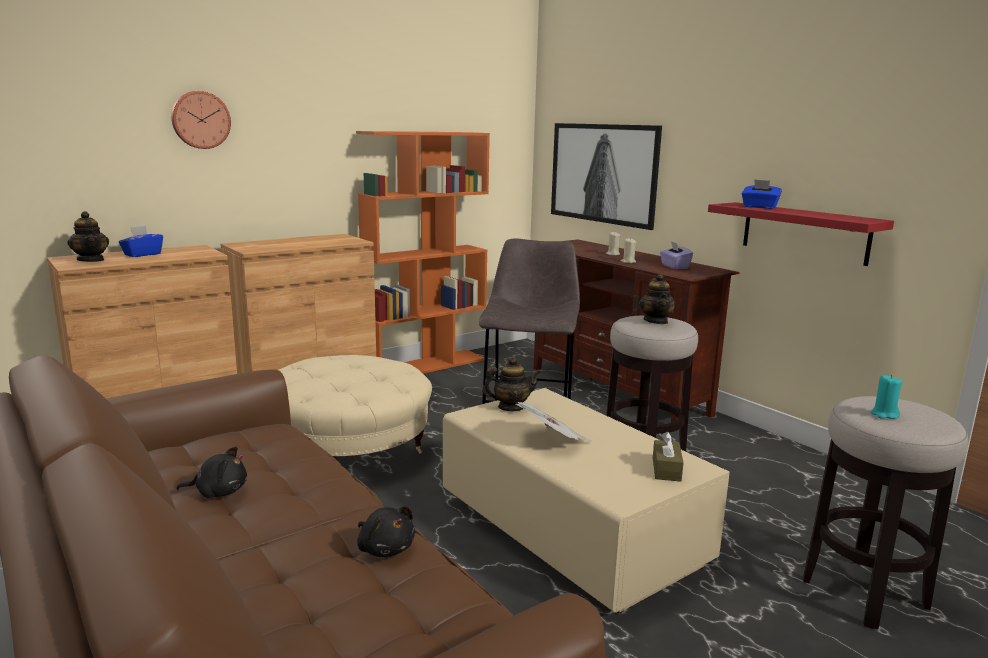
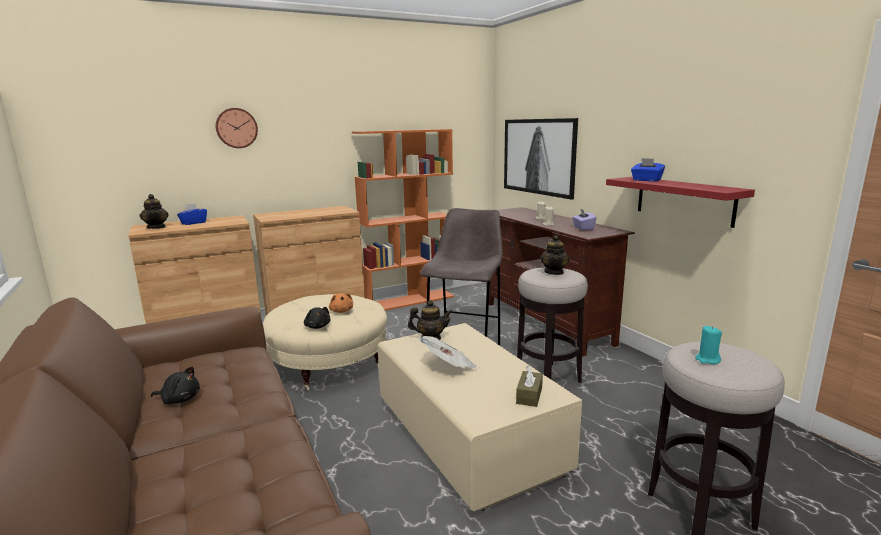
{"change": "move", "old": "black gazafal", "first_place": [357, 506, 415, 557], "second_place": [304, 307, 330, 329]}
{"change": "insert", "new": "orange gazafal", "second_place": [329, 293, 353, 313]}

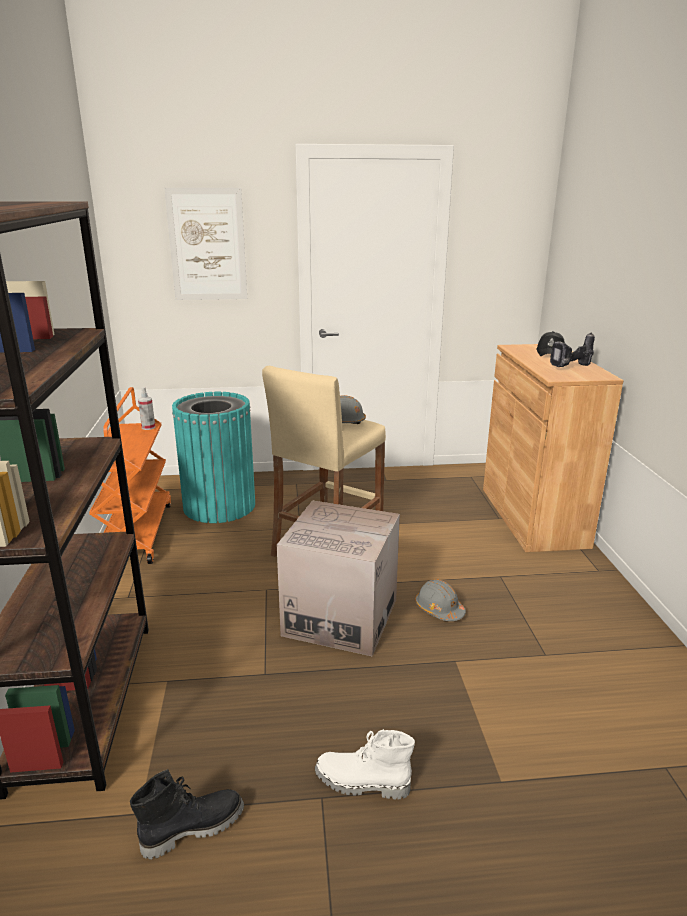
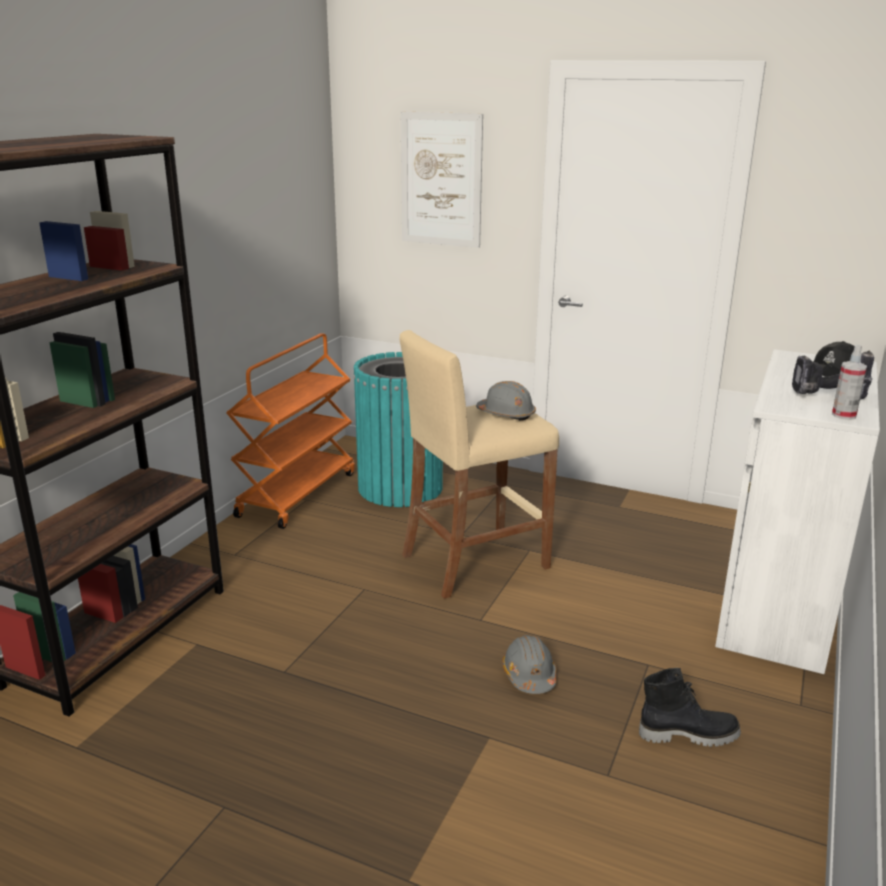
{"change": "recolor", "old": "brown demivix", "new": "white demivix", "first_place": [483, 344, 623, 552], "second_place": [715, 349, 880, 674]}
{"change": "move", "old": "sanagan", "first_place": [138, 387, 155, 430], "second_place": [832, 344, 867, 420]}
{"change": "delete", "old": "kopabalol", "first_place": [277, 500, 400, 656]}
{"change": "delete", "old": "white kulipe", "first_place": [315, 729, 415, 800]}
{"change": "move", "old": "black kulipe", "first_place": [130, 769, 244, 860], "second_place": [639, 668, 741, 747]}

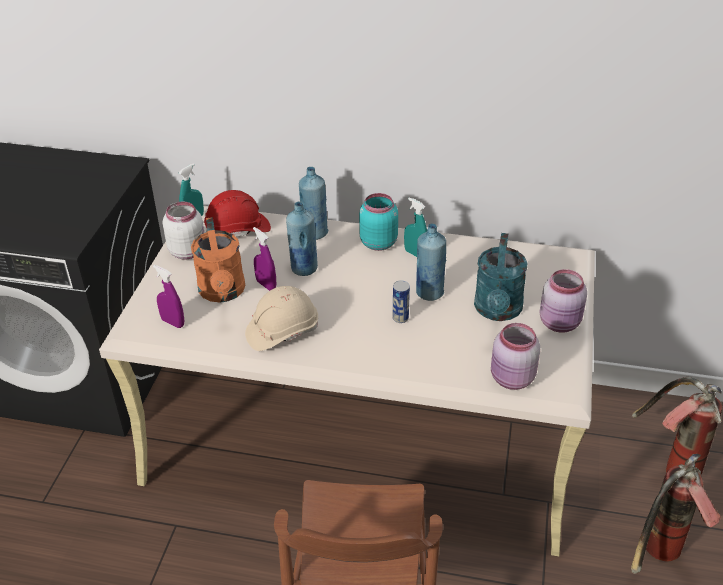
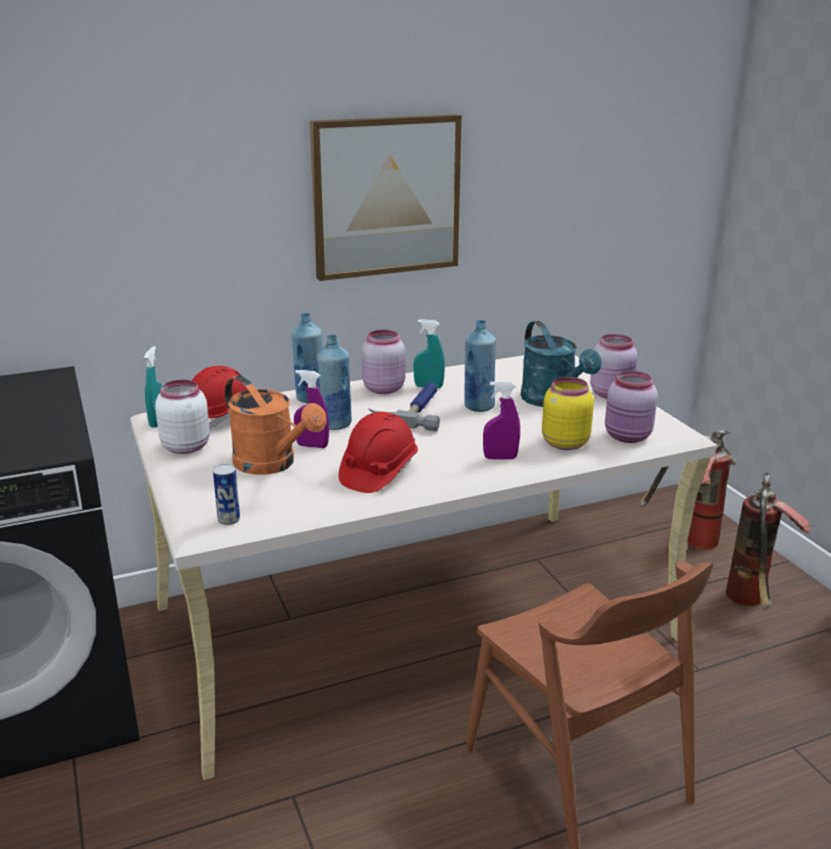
{"change": "recolor", "old": "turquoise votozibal", "new": "pink votozibal", "first_place": [359, 193, 398, 251], "second_place": [362, 330, 405, 394]}
{"change": "move", "old": "purple sanagan", "first_place": [153, 265, 184, 328], "second_place": [483, 381, 520, 460]}
{"change": "move", "old": "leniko", "first_place": [393, 280, 410, 323], "second_place": [213, 464, 240, 525]}
{"change": "recolor", "old": "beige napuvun", "new": "red napuvun", "first_place": [245, 286, 318, 351], "second_place": [339, 412, 418, 493]}
{"change": "insert", "new": "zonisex", "second_place": [310, 114, 462, 281]}
{"change": "insert", "new": "yellow votozibal", "second_place": [542, 377, 594, 450]}
{"change": "insert", "new": "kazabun", "second_place": [369, 382, 440, 431]}

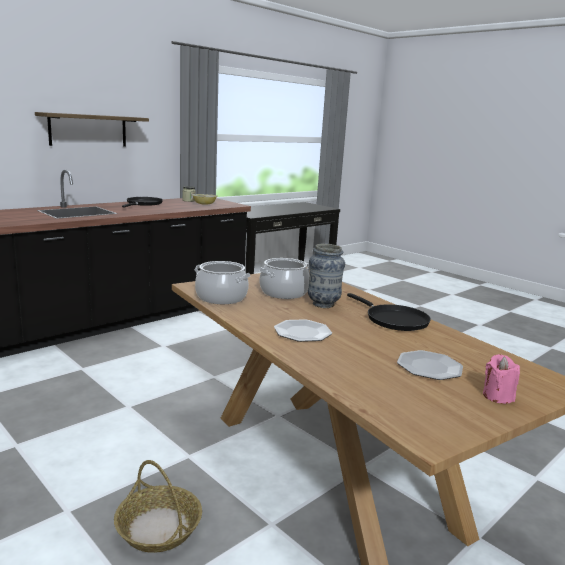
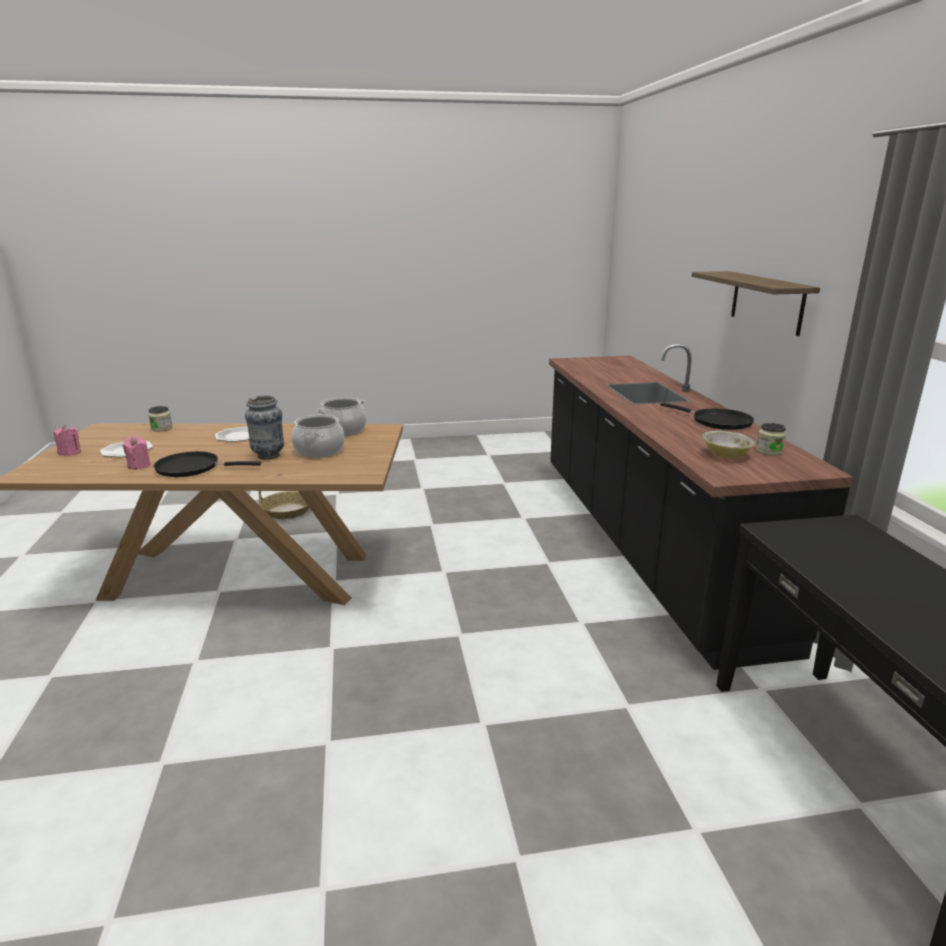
{"change": "insert", "new": "votozibal", "second_place": [148, 406, 173, 432]}
{"change": "insert", "new": "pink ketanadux", "second_place": [122, 436, 151, 470]}

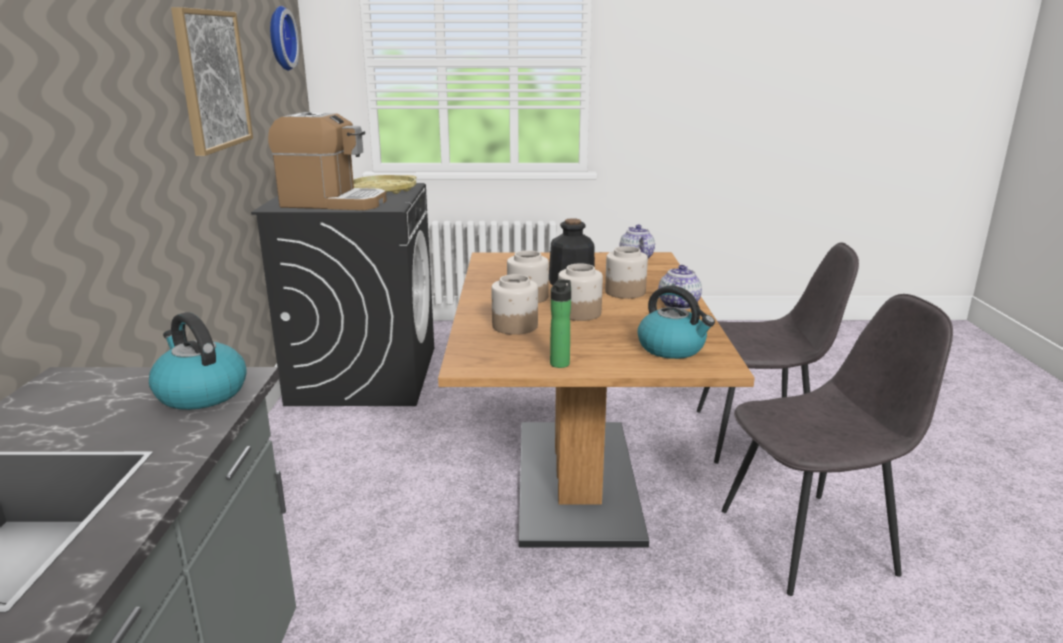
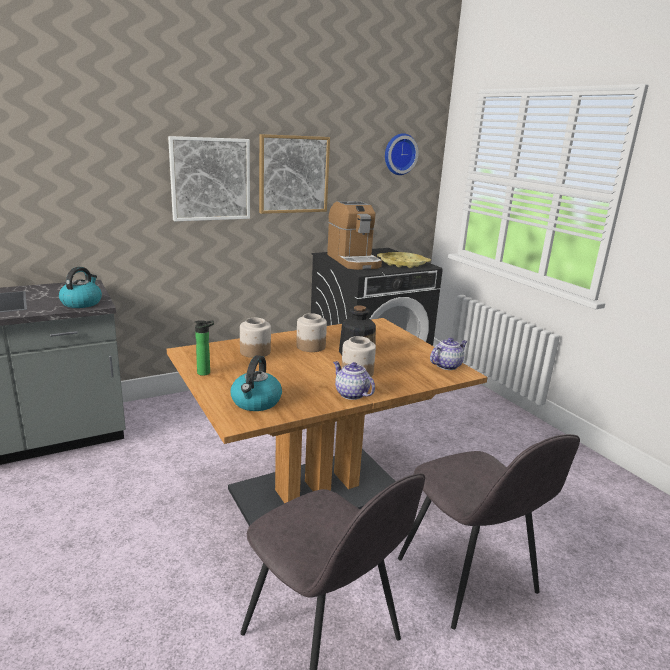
{"change": "delete", "old": "votozibal", "first_place": [558, 264, 603, 321]}
{"change": "rotate", "old": "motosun", "first_place": [658, 265, 702, 309], "second_place": [333, 361, 375, 400], "degrees": -120}
{"change": "insert", "new": "zonisex", "second_place": [168, 136, 250, 221]}

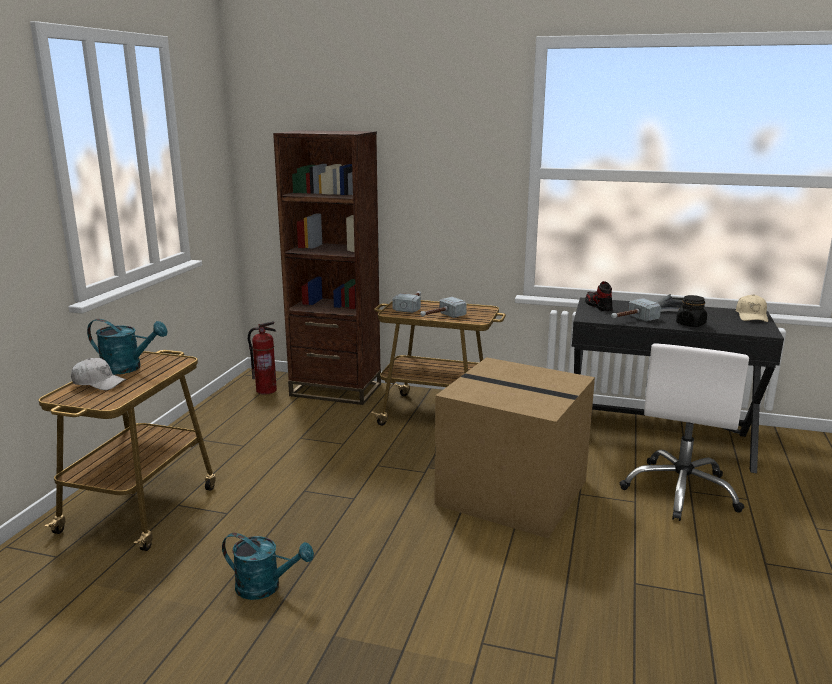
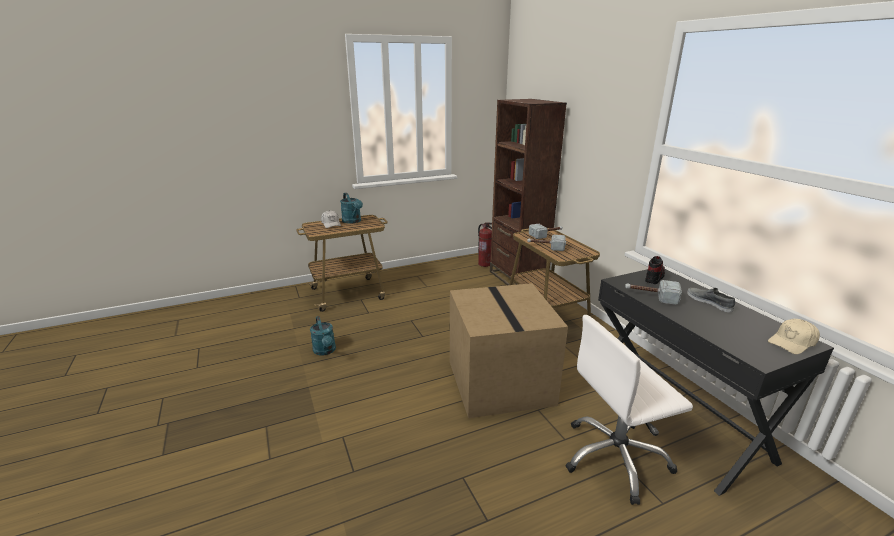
{"change": "delete", "old": "black votozibal", "first_place": [676, 295, 707, 327]}

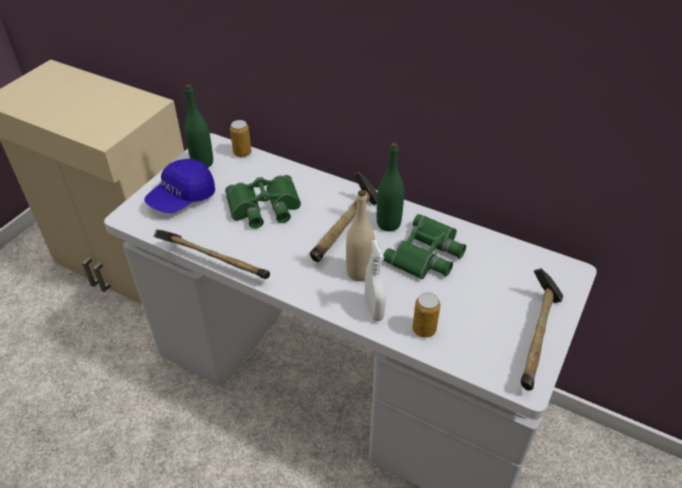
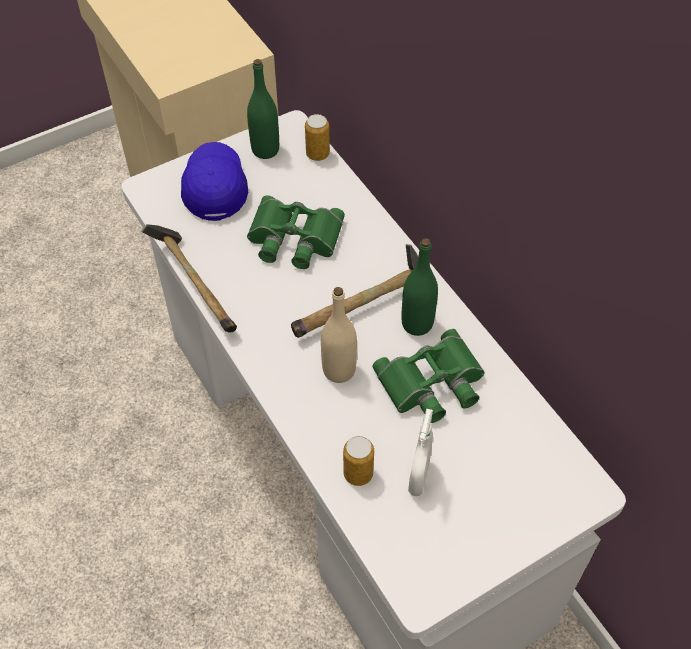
{"change": "rotate", "old": "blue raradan", "first_place": [144, 159, 215, 213], "second_place": [181, 142, 248, 221], "degrees": 105}
{"change": "move", "old": "white sanagan", "first_place": [365, 240, 386, 321], "second_place": [408, 409, 433, 496]}
{"change": "delete", "old": "kazabun", "first_place": [521, 268, 563, 391]}

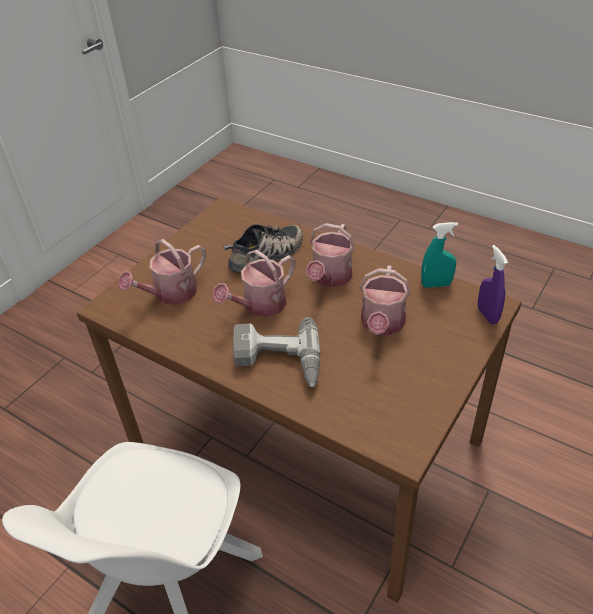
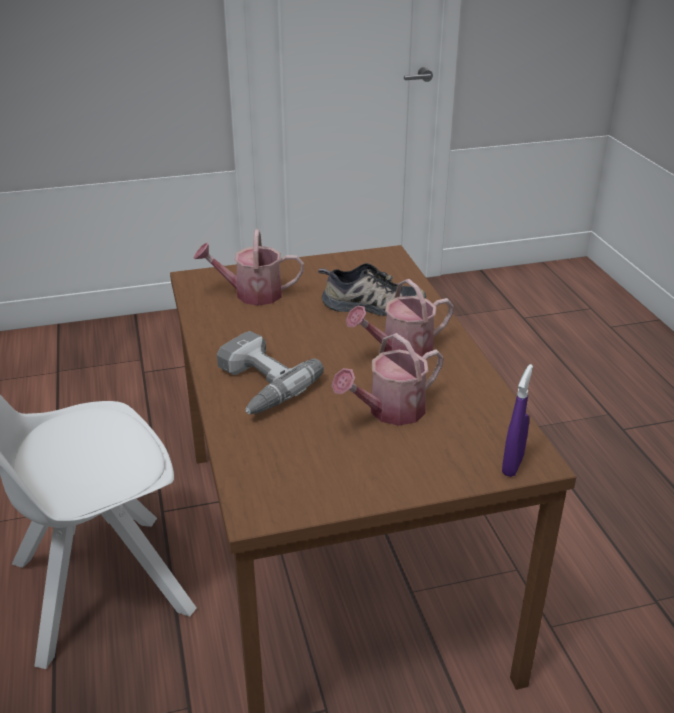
{"change": "delete", "old": "turquoise sanagan", "first_place": [421, 222, 458, 288]}
{"change": "delete", "old": "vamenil", "first_place": [212, 249, 295, 317]}

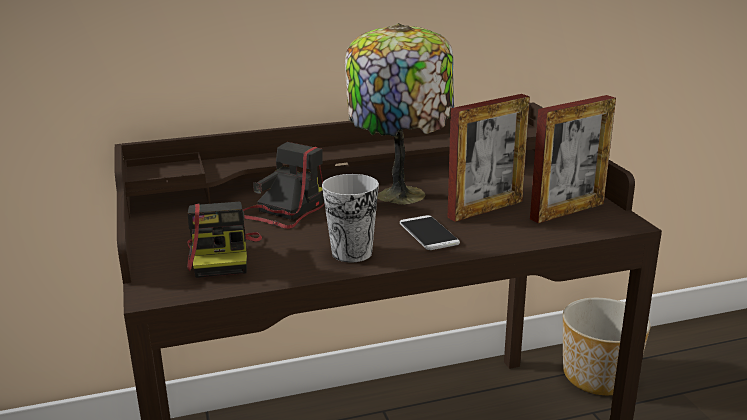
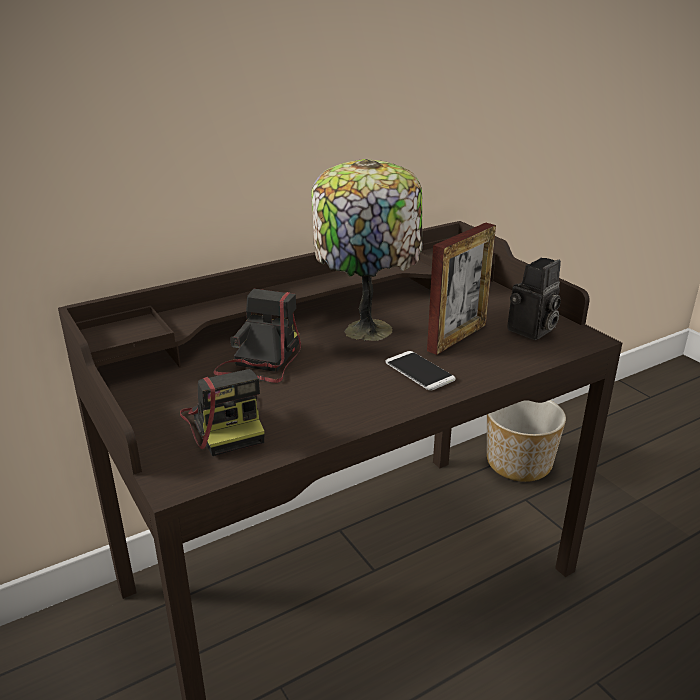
{"change": "replace", "old": "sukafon", "new": "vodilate", "first_place": [530, 95, 616, 223], "second_place": [507, 258, 561, 340]}
{"change": "delete", "old": "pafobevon", "first_place": [322, 174, 379, 262]}

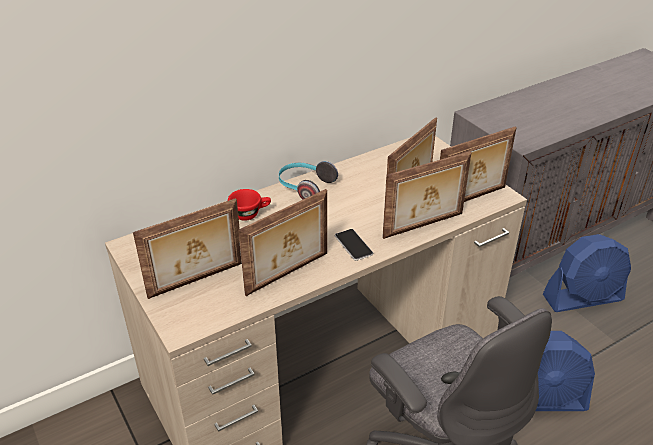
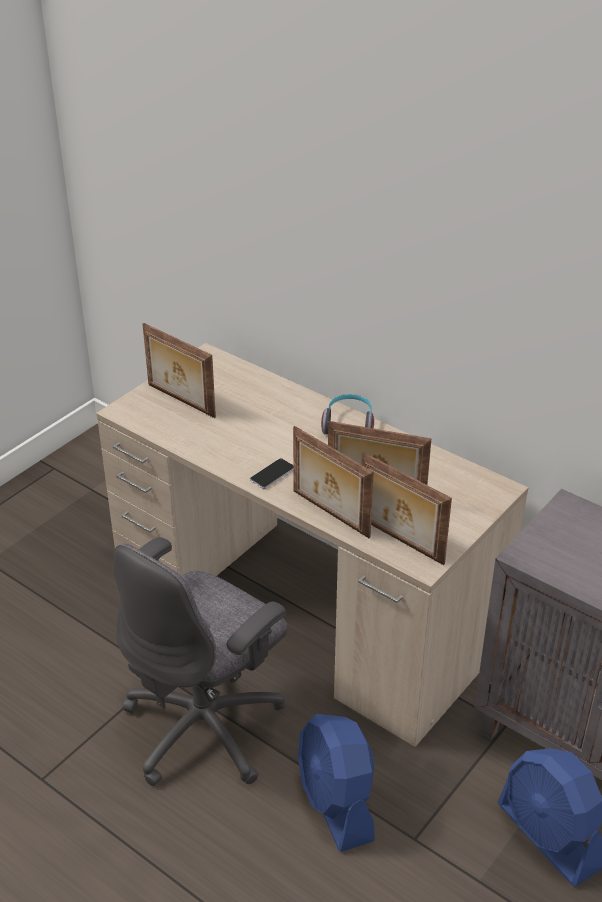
{"change": "delete", "old": "red pafobevon", "first_place": [228, 189, 271, 221]}
{"change": "delete", "old": "sukafon", "first_place": [238, 189, 327, 296]}

